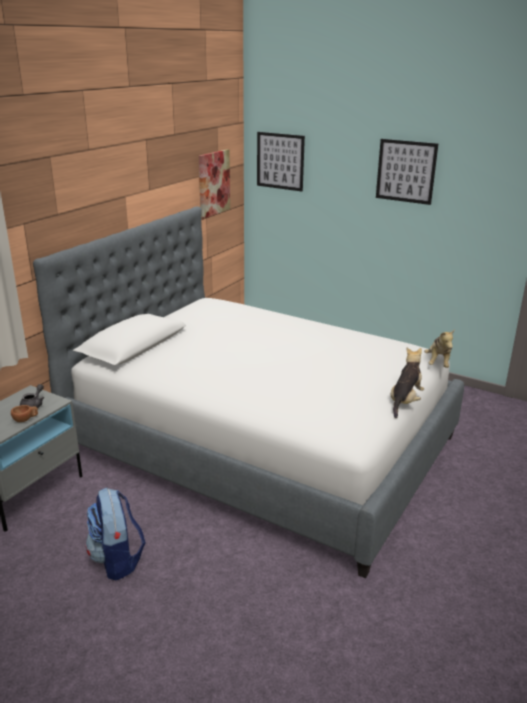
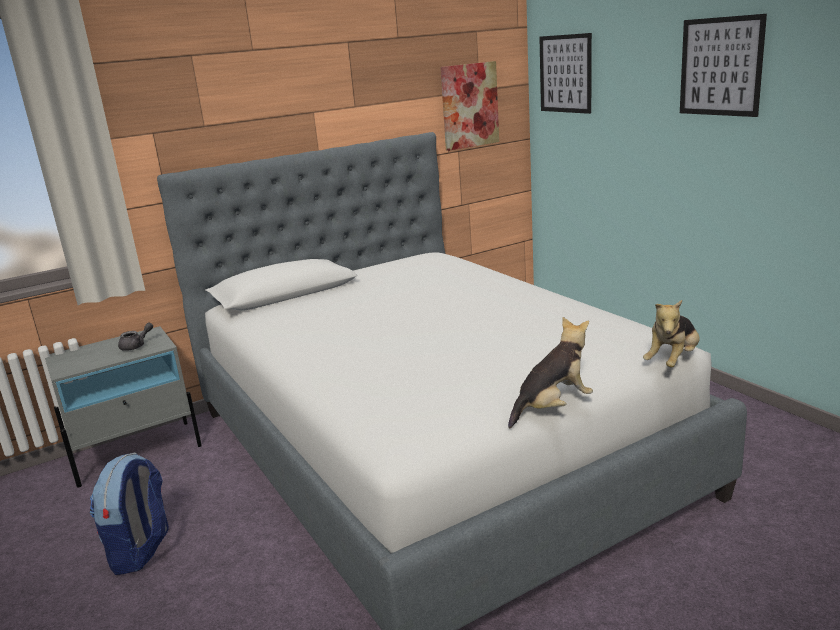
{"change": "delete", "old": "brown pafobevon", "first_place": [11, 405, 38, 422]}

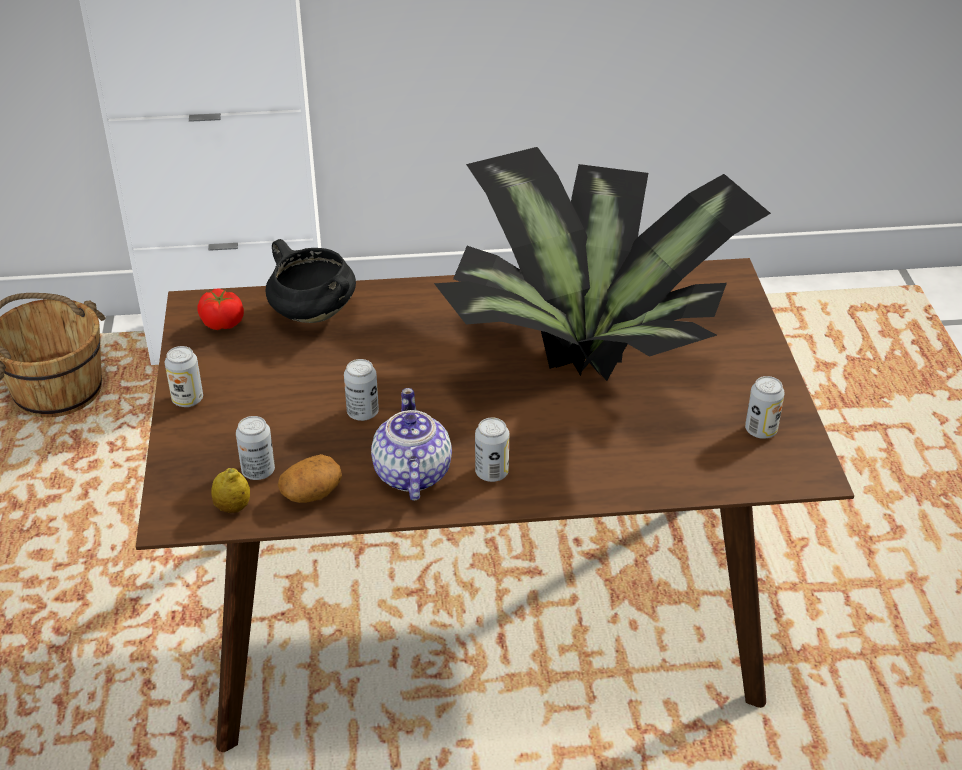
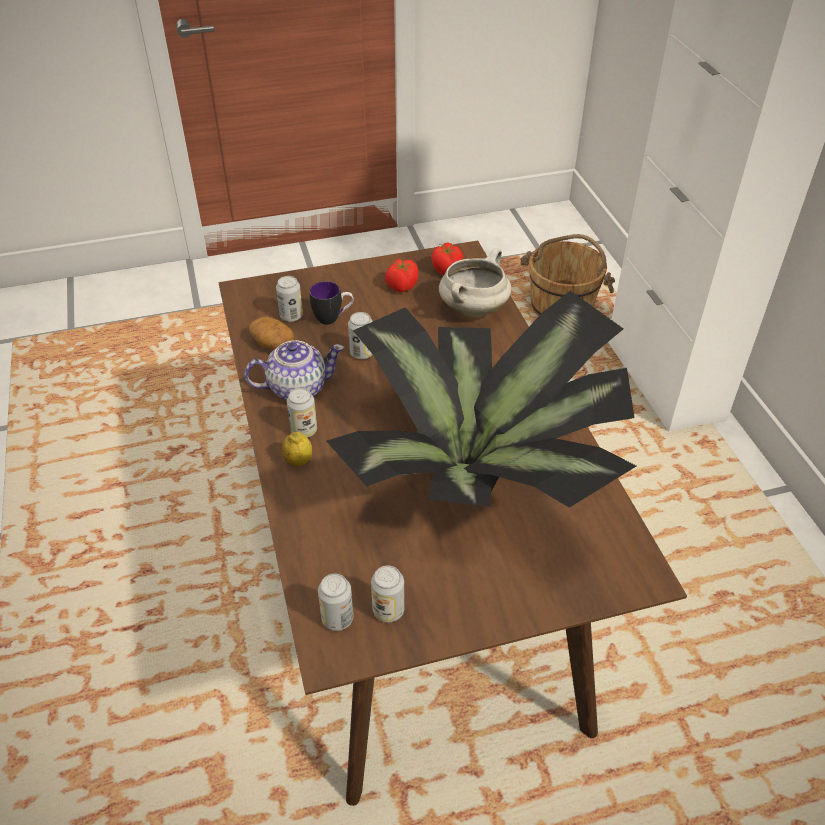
{"change": "recolor", "old": "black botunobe", "new": "white botunobe", "first_place": [265, 239, 356, 323], "second_place": [439, 248, 511, 317]}
{"change": "move", "old": "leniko", "first_place": [165, 346, 203, 407], "second_place": [318, 574, 353, 631]}
{"change": "move", "old": "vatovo", "first_place": [211, 468, 250, 513], "second_place": [282, 432, 312, 466]}
{"change": "insert", "new": "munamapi", "second_place": [385, 259, 418, 292]}
{"change": "insert", "new": "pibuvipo", "second_place": [310, 281, 354, 325]}

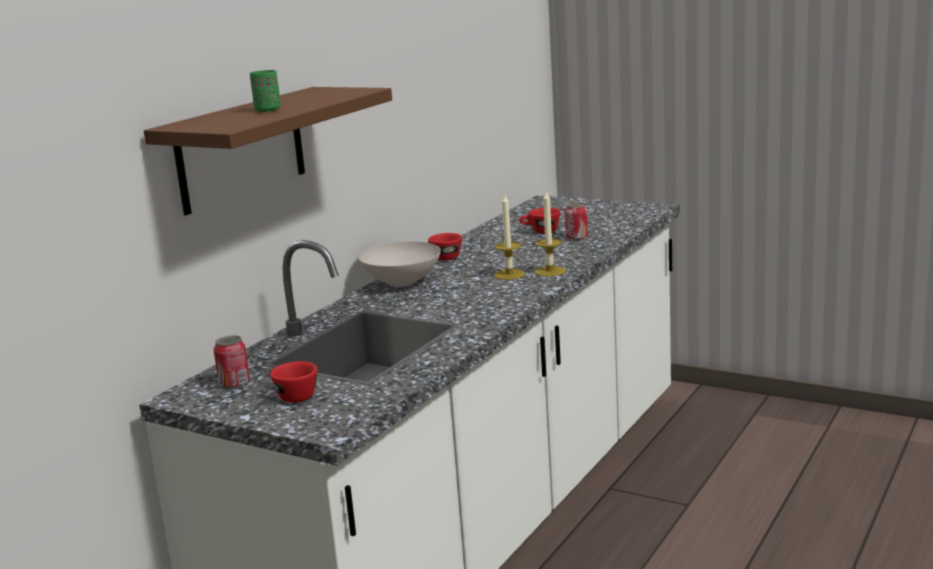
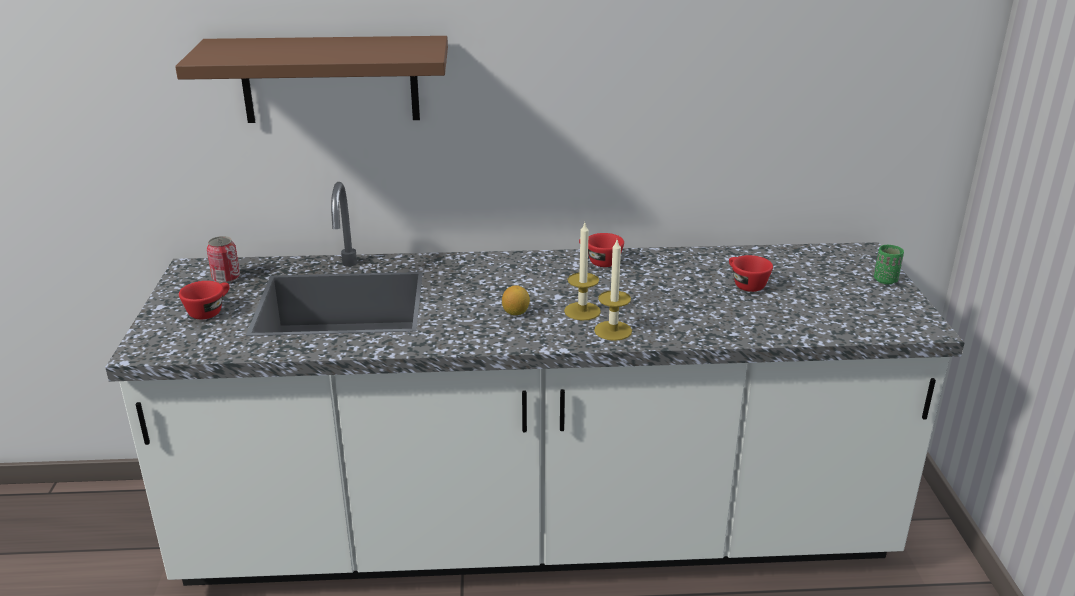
{"change": "move", "old": "green pafobevon", "first_place": [250, 70, 281, 112], "second_place": [874, 245, 904, 284]}
{"change": "delete", "old": "leniko", "first_place": [565, 202, 589, 240]}
{"change": "delete", "old": "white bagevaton", "first_place": [358, 241, 441, 287]}
{"change": "insert", "new": "vatovo", "second_place": [502, 285, 530, 315]}

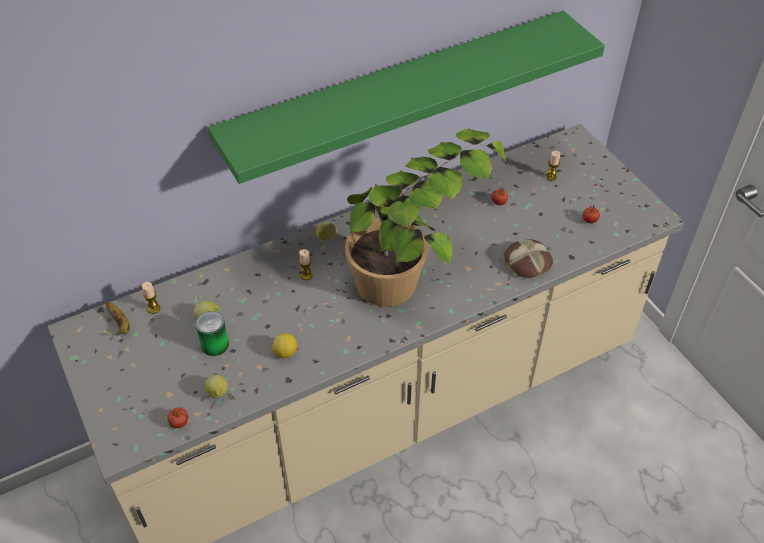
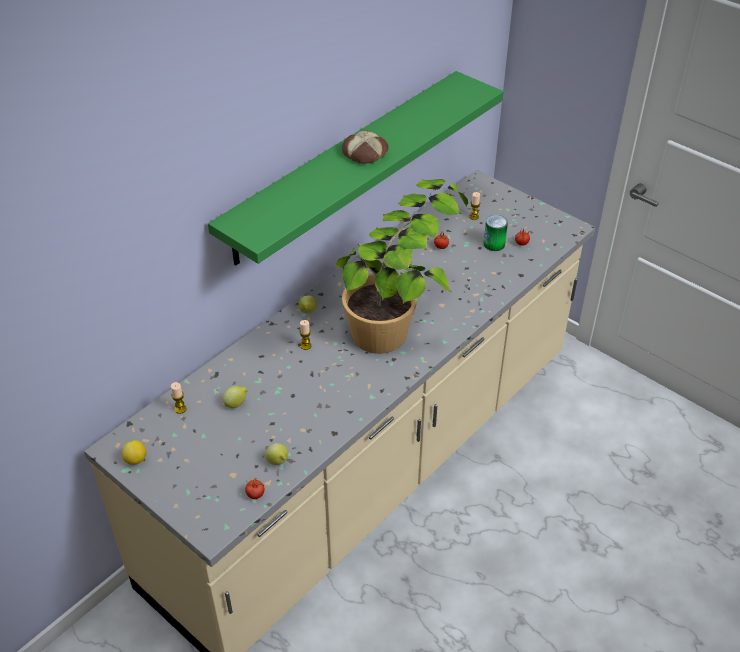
{"change": "move", "old": "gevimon", "first_place": [504, 239, 553, 278], "second_place": [342, 131, 389, 164]}
{"change": "delete", "old": "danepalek", "first_place": [106, 302, 130, 335]}
{"change": "move", "old": "leniko", "first_place": [195, 311, 229, 356], "second_place": [484, 215, 508, 251]}
{"change": "move", "old": "vatovo", "first_place": [272, 333, 297, 358], "second_place": [122, 440, 147, 465]}

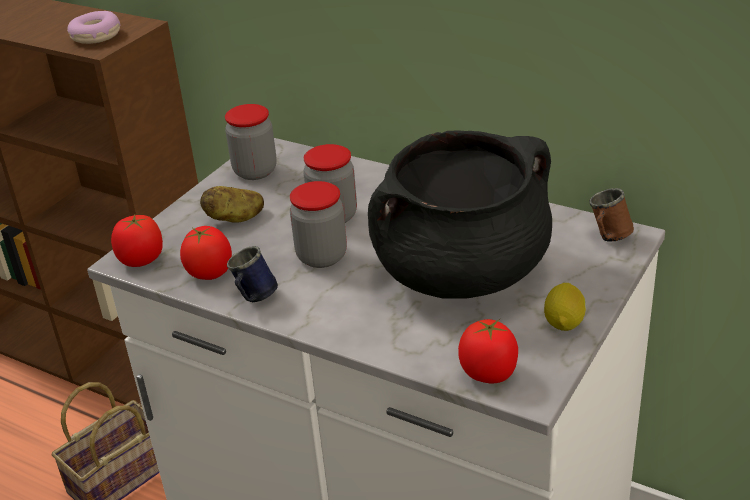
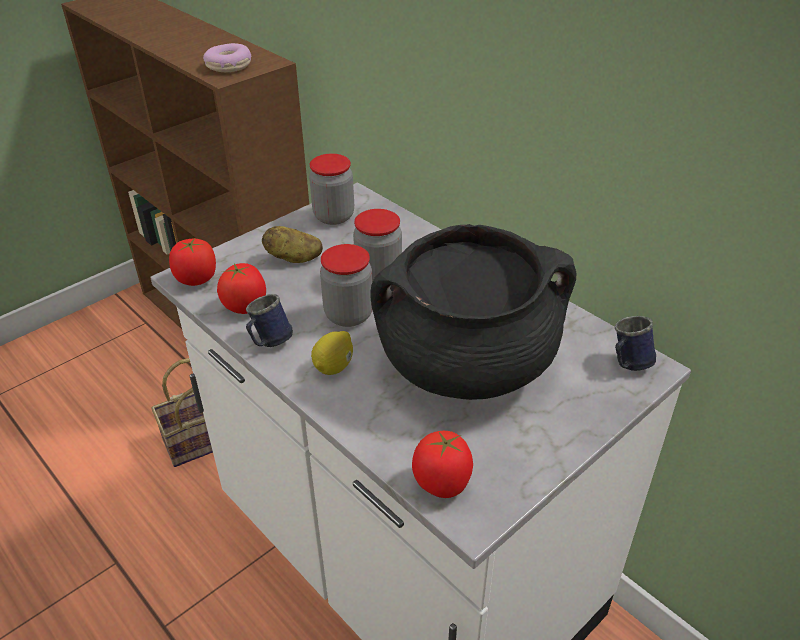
{"change": "recolor", "old": "brown pibuvipo", "new": "blue pibuvipo", "first_place": [589, 188, 634, 241], "second_place": [615, 316, 656, 371]}
{"change": "move", "old": "vatovo", "first_place": [544, 283, 586, 331], "second_place": [311, 331, 353, 375]}

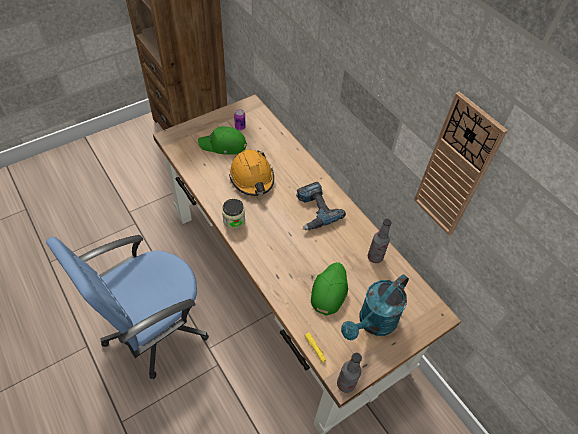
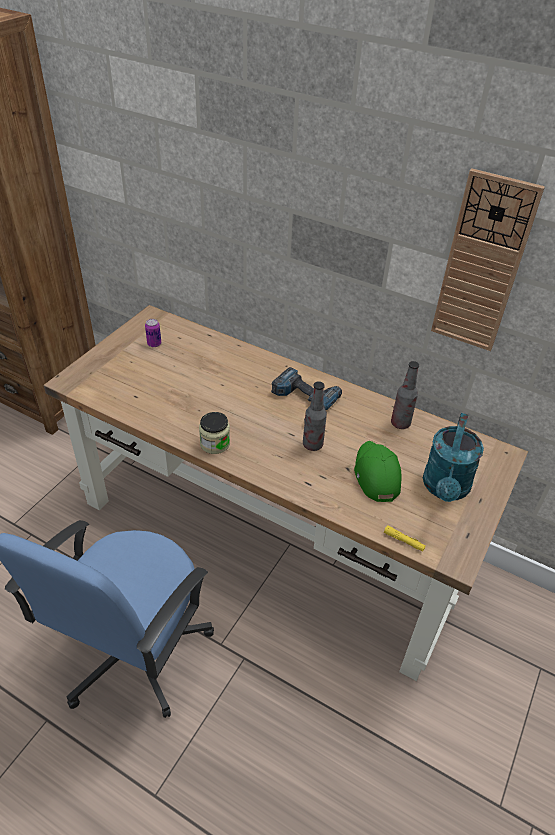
{"change": "delete", "old": "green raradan", "first_place": [198, 126, 247, 155]}
{"change": "delete", "old": "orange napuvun", "first_place": [229, 149, 274, 196]}
{"change": "move", "old": "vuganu", "first_place": [337, 353, 362, 393], "second_place": [303, 381, 327, 451]}

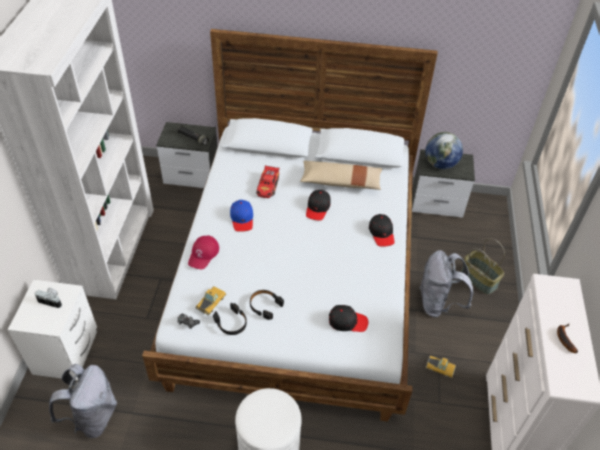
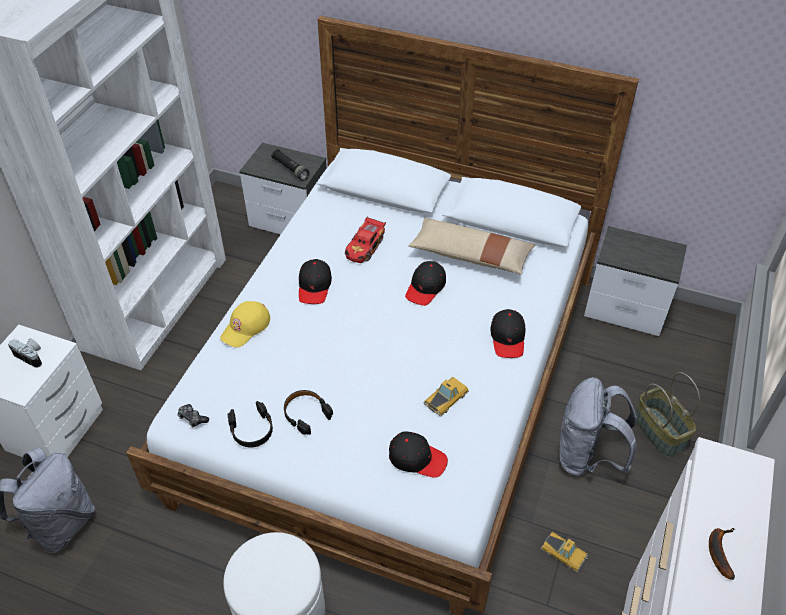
{"change": "delete", "old": "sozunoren", "first_place": [425, 132, 463, 169]}
{"change": "recolor", "old": "blue raradan", "new": "black raradan", "first_place": [230, 200, 253, 232], "second_place": [299, 259, 332, 304]}
{"change": "recolor", "old": "red raradan", "new": "yellow raradan", "first_place": [188, 236, 219, 269], "second_place": [220, 301, 270, 347]}
{"change": "move", "old": "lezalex", "first_place": [196, 286, 226, 315], "second_place": [424, 377, 469, 416]}

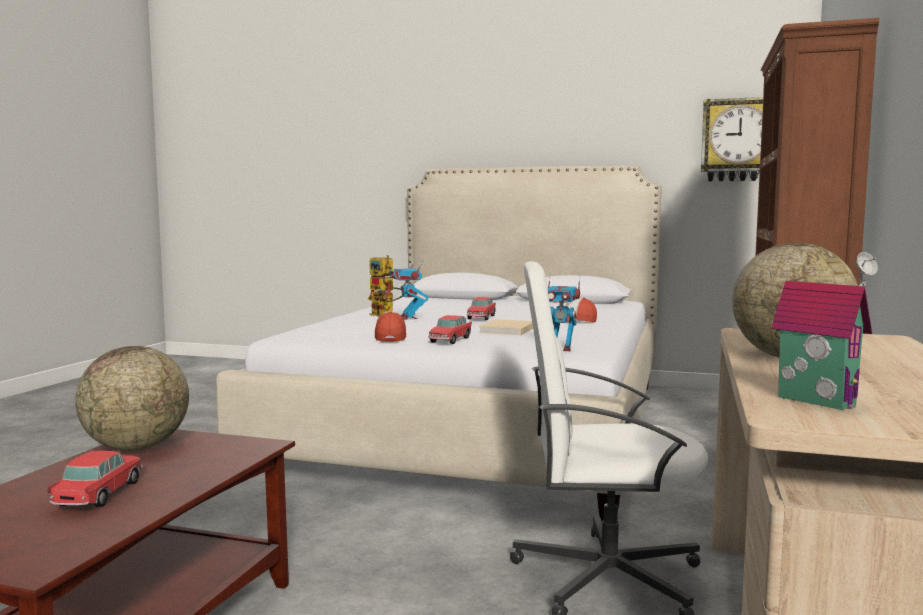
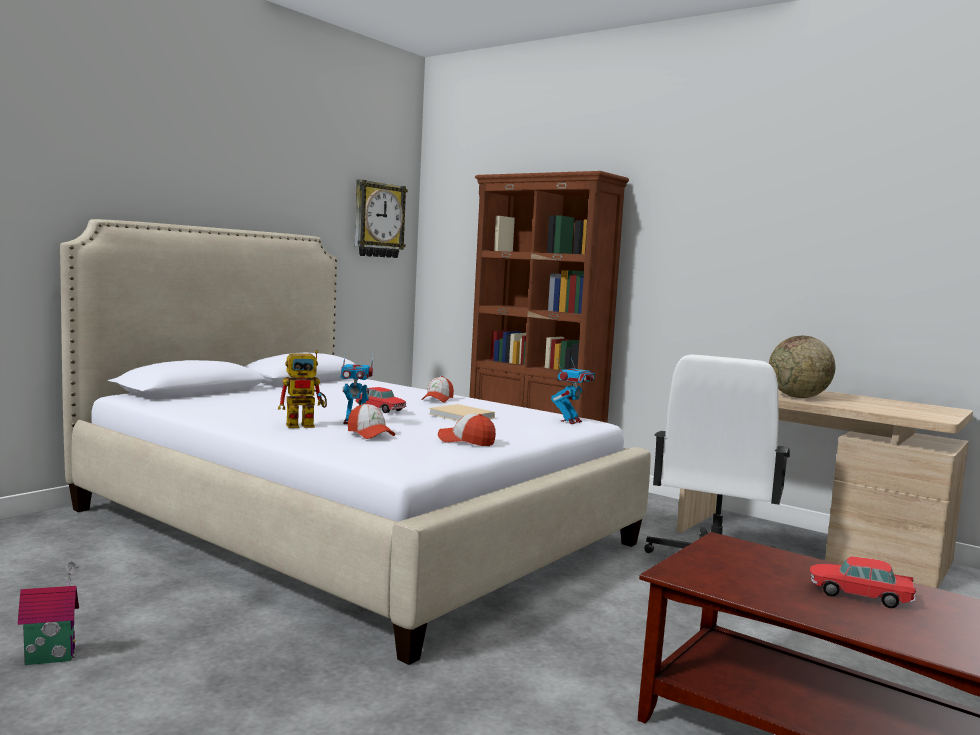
{"change": "move", "old": "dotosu", "first_place": [771, 252, 878, 410], "second_place": [17, 561, 79, 665]}
{"change": "delete", "old": "lezalex", "first_place": [428, 315, 472, 344]}
{"change": "delete", "old": "sozunoren", "first_place": [75, 346, 189, 451]}
{"change": "insert", "new": "raradan", "second_place": [348, 403, 395, 439]}

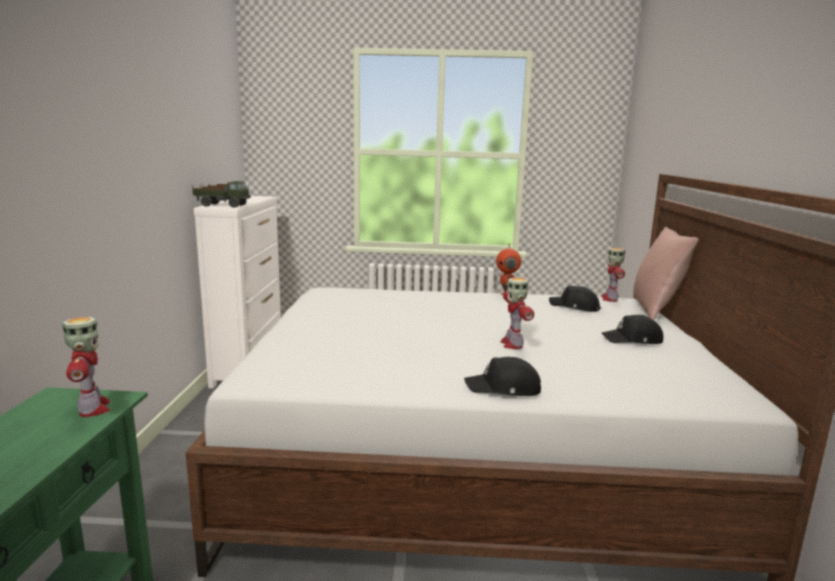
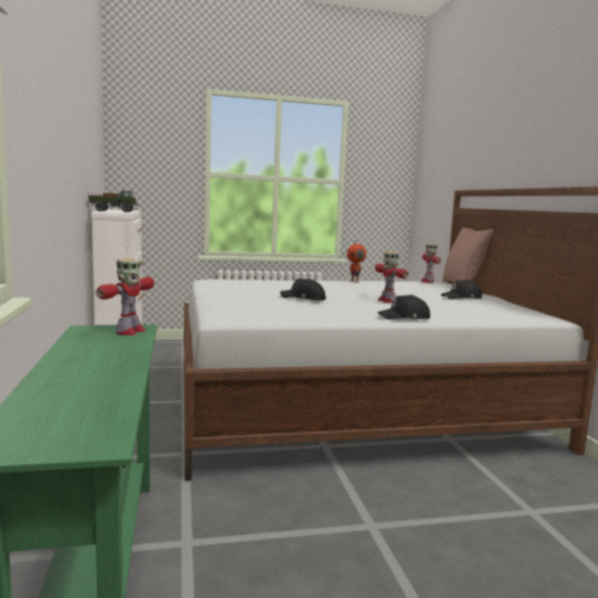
{"change": "move", "old": "black raradan", "first_place": [549, 286, 601, 312], "second_place": [280, 279, 326, 301]}
{"change": "rotate", "old": "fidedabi", "first_place": [62, 317, 111, 417], "second_place": [96, 259, 154, 335], "degrees": 60}

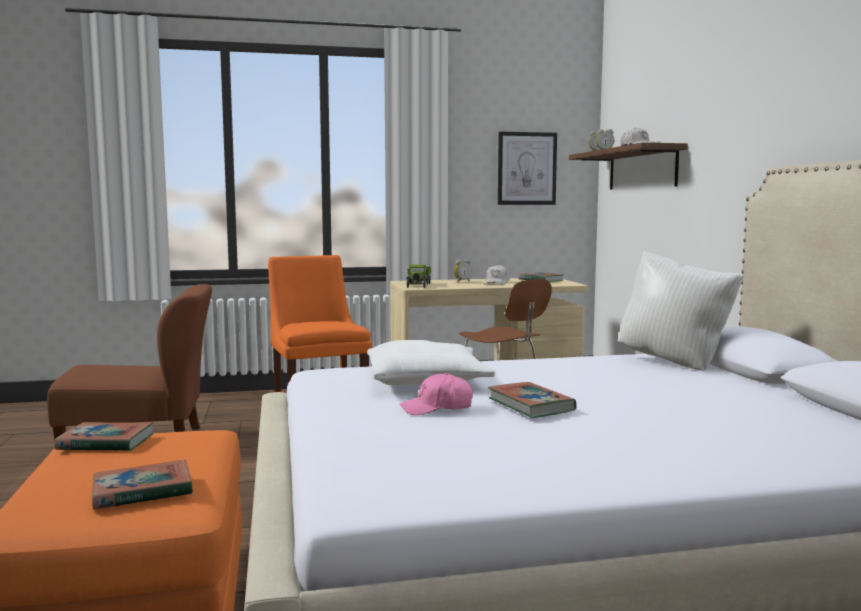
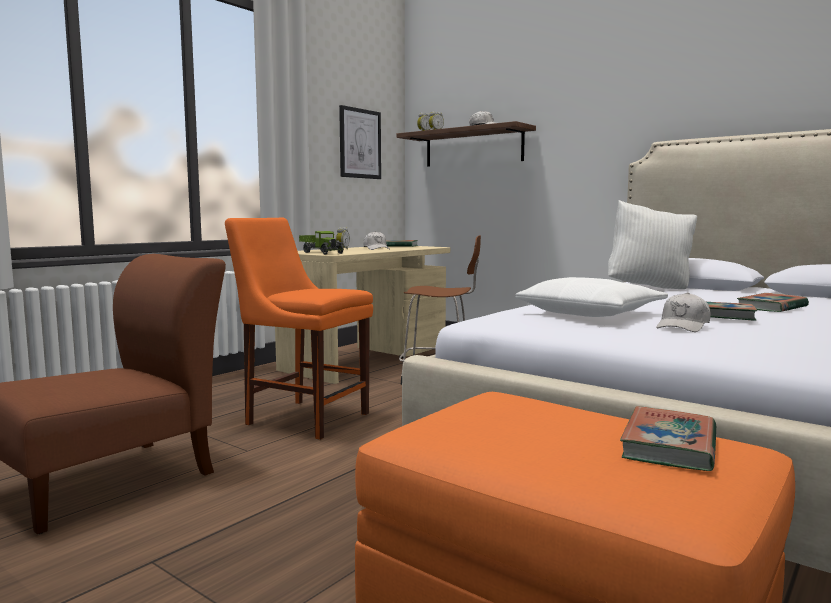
{"change": "recolor", "old": "pink raradan", "new": "white raradan", "first_place": [399, 373, 473, 415], "second_place": [656, 292, 711, 332]}
{"change": "move", "old": "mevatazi", "first_place": [54, 422, 153, 451], "second_place": [737, 293, 809, 312]}

